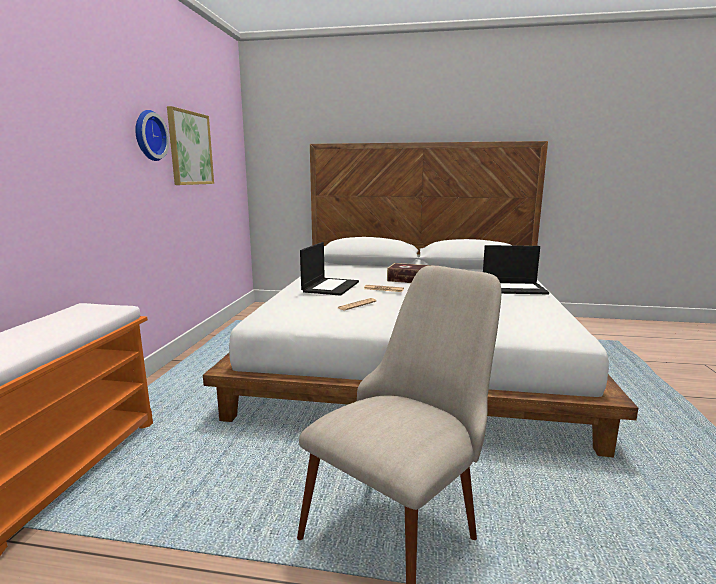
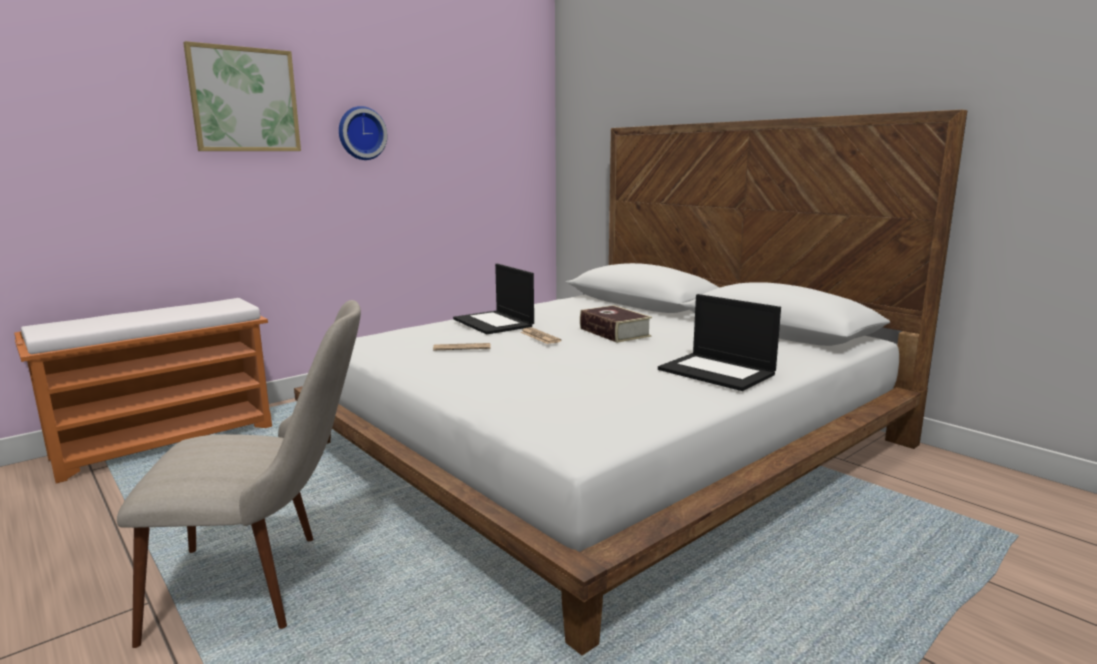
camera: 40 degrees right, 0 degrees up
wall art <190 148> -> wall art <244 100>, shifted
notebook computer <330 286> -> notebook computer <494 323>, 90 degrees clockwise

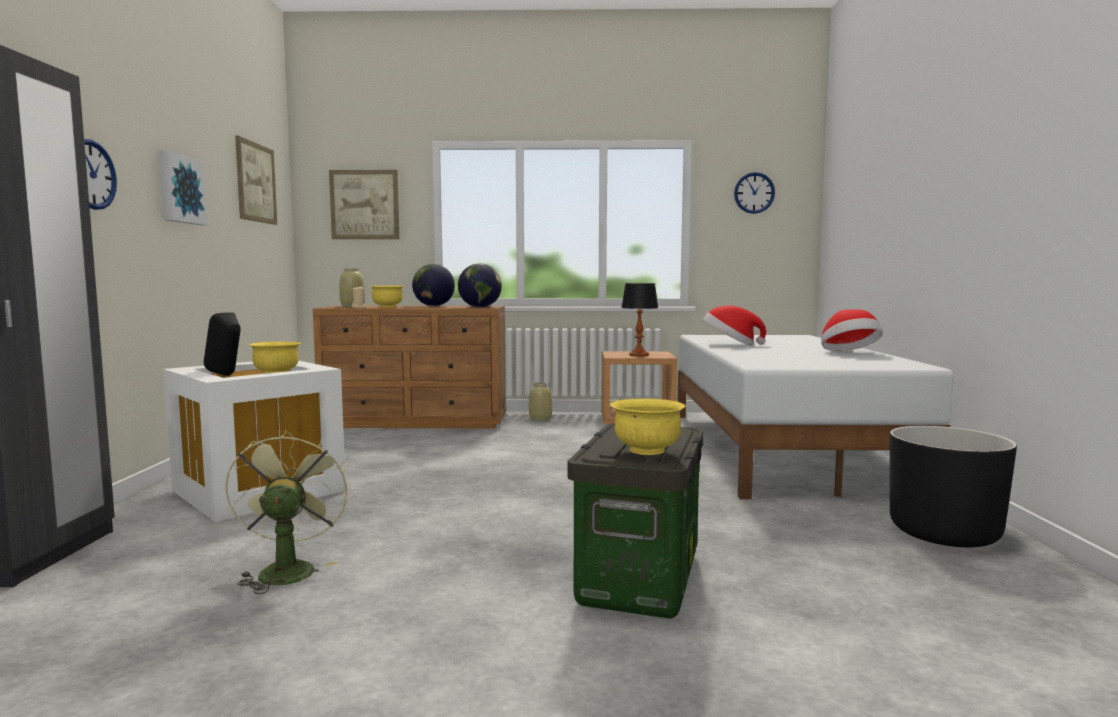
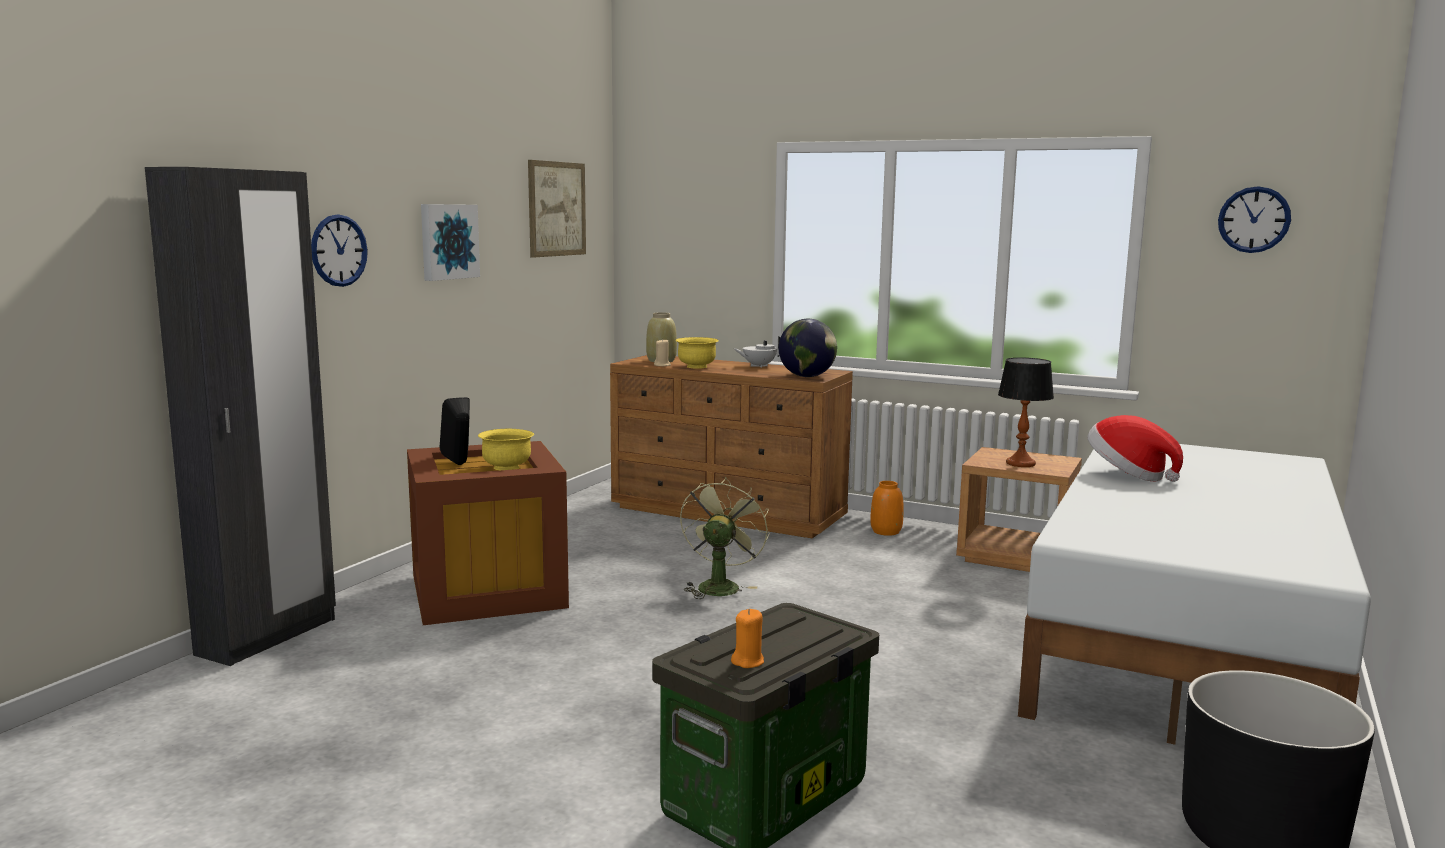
camera: 25 degrees right, 5 degrees up
wall art <364 205> -> none
clothing hat <849 353> -> none
cooling fan in green <287 569> -> cooling fan in green <719 586>, shifted
globe <433 306> -> teapot in white <758 366>
serving bowl in yellow-coloured <647 450> -> wax candle in orangey <748 661>
storage bin in white <261 490> -> storage bin in brownish <490 592>
decorative vase in beige-coloured <540 419> -> decorative vase in orangey <885 531>

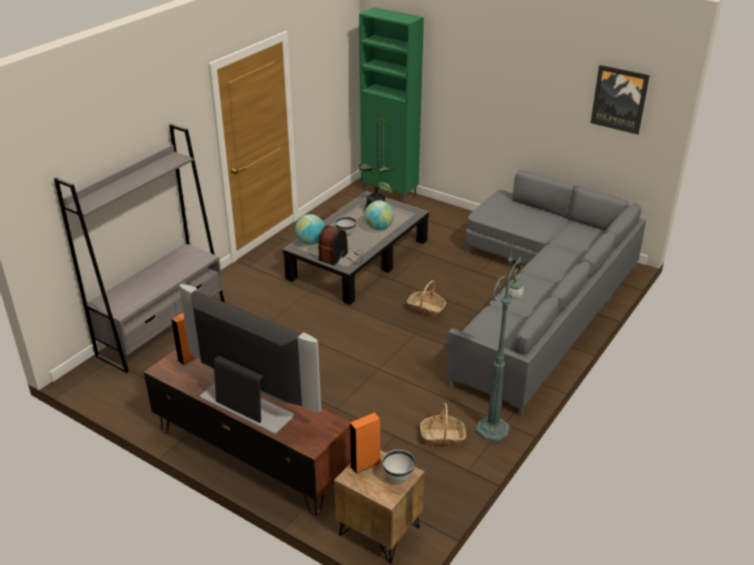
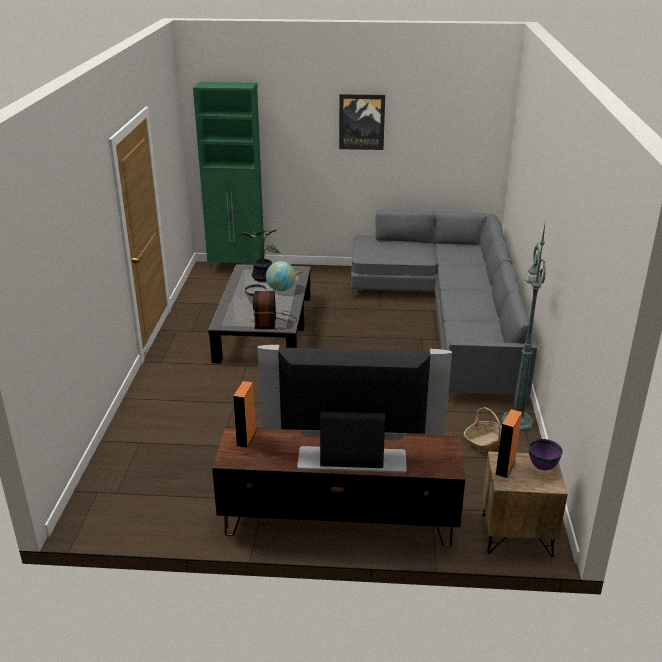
camera: 30 degrees left, 5 degrees down
shelving unit in grey <163 328> -> none
globe <311 242> -> none
basket <426 309> -> none
wall art <619 99> -> wall art <361 122>, shifted
serving bowl in white <398 477> -> serving bowl in purple-coloured <542 466>

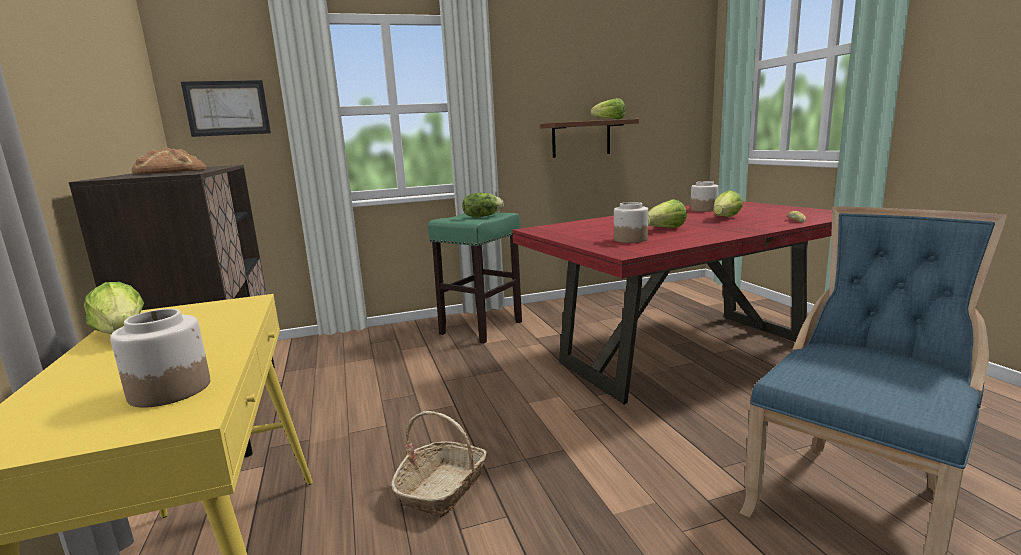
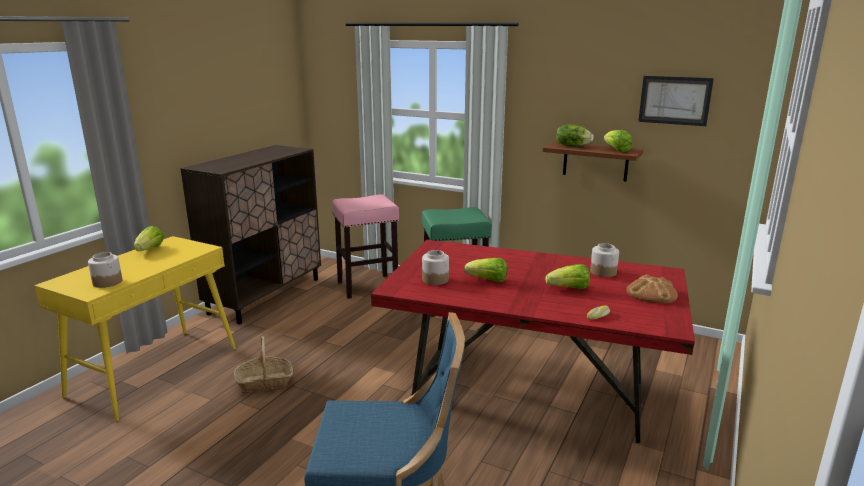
camera: 45 degrees right, 5 degrees up
none -> sitting stool in pink-coloured <368 286>
baked bread <171 172> -> baked bread <651 293>, shifted
wall art <227 108> -> wall art <674 100>, shifted
lettuce <482 216> -> lettuce <572 146>, shifted

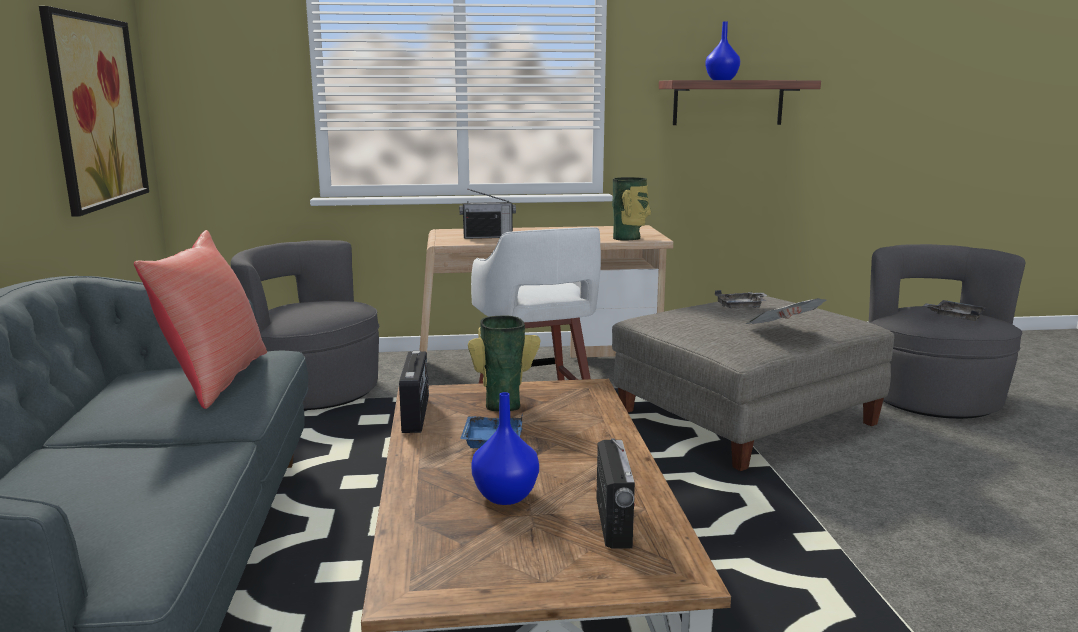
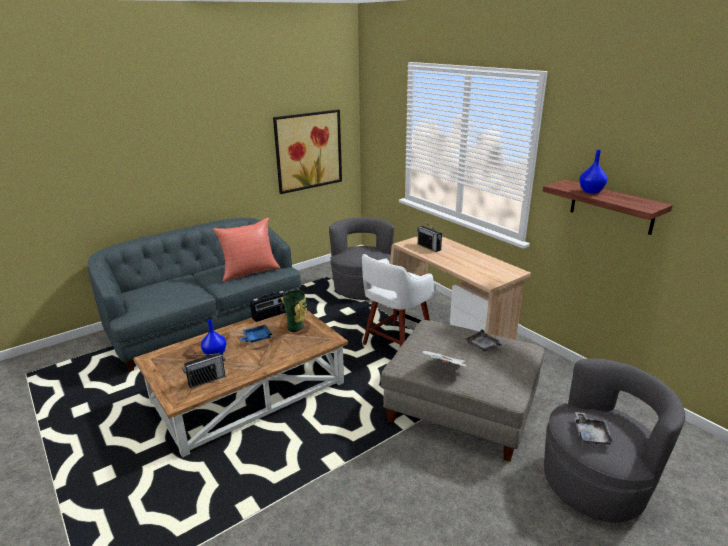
camera: 60 degrees right, 10 degrees up
decorative vase <628 238> -> none

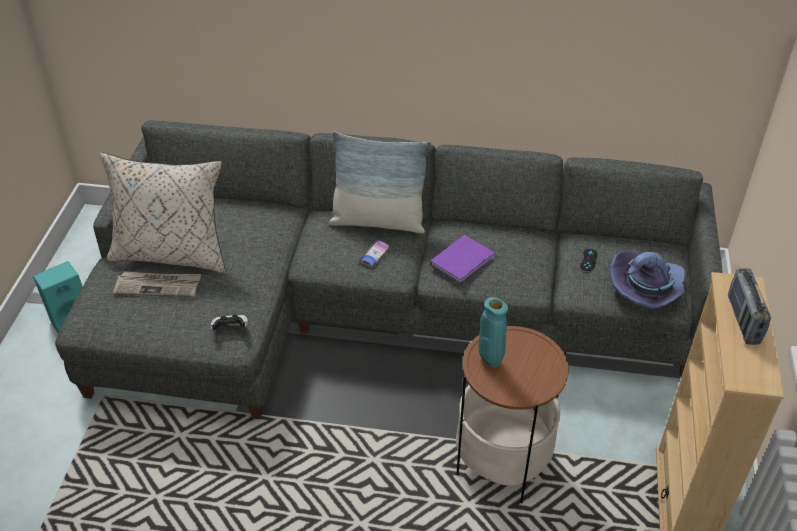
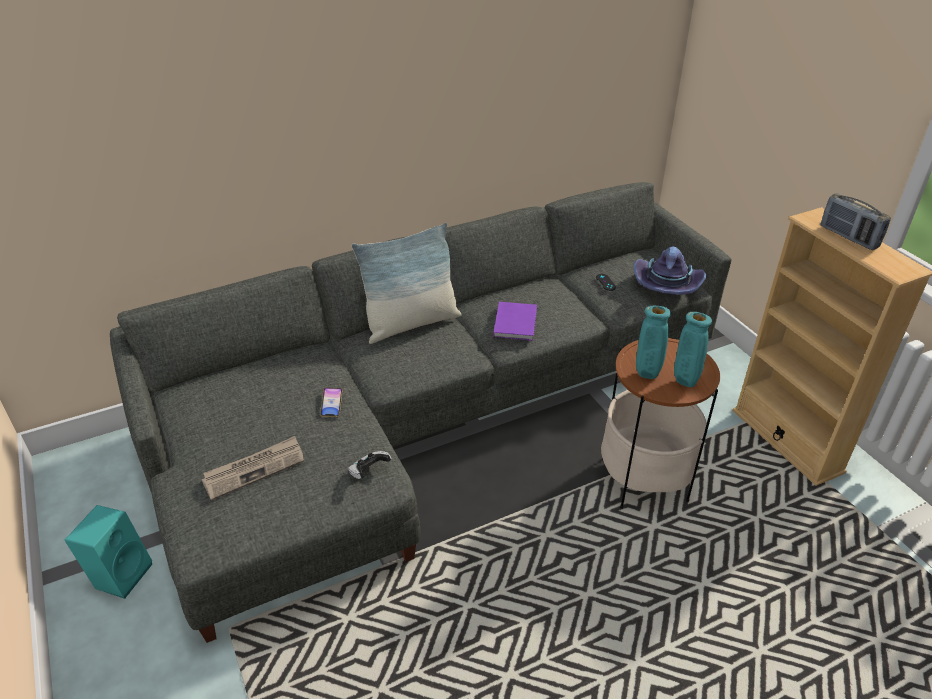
camera: 35 degrees left, 5 degrees down
cushion in beige-coloured <172 253> -> none
none -> decorative vase in turquoise-coloured <684 383>
phone <375 255> -> phone <331 404>, shifted

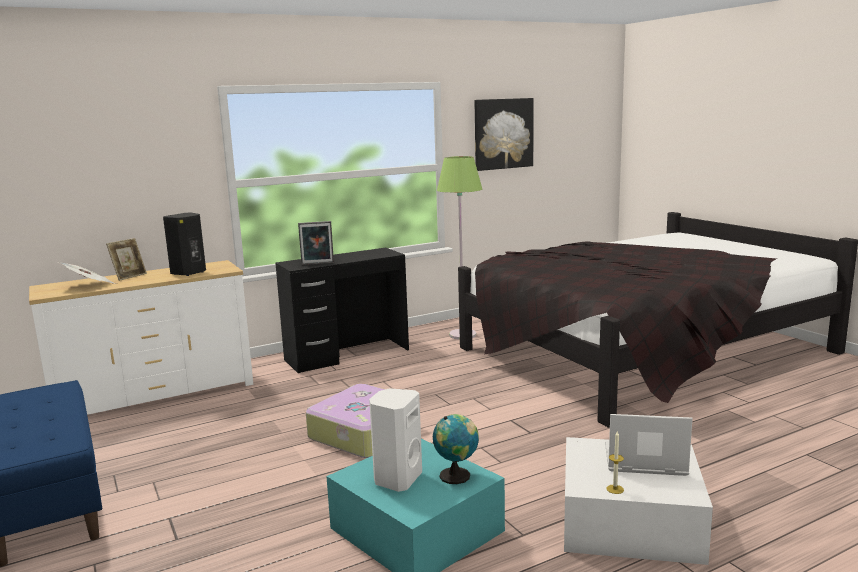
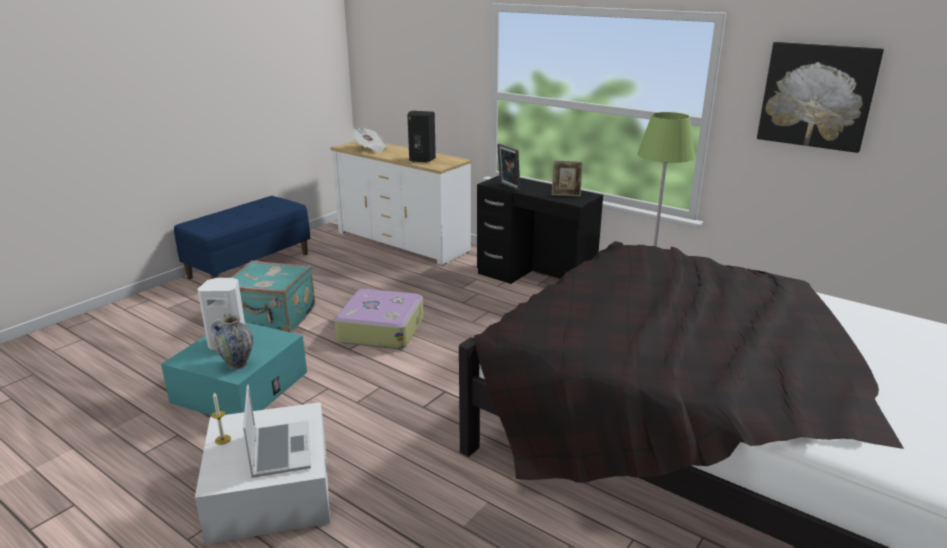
camera: 65 degrees right, 10 degrees up
none -> travel case in turquoise-coloured <273 318>
photo frame <129 276> -> photo frame <566 194>, shifted
globe <457 476> -> decorative vase <237 364>

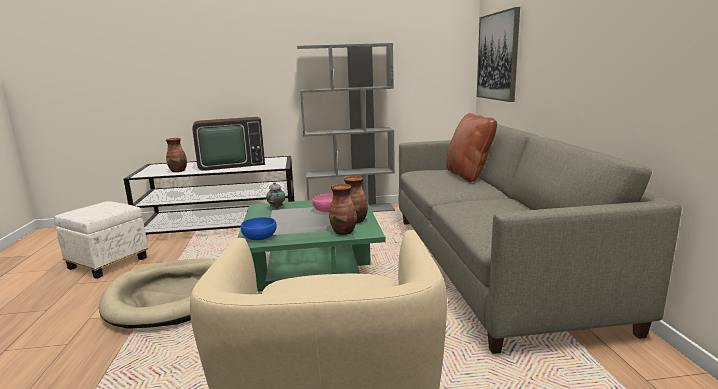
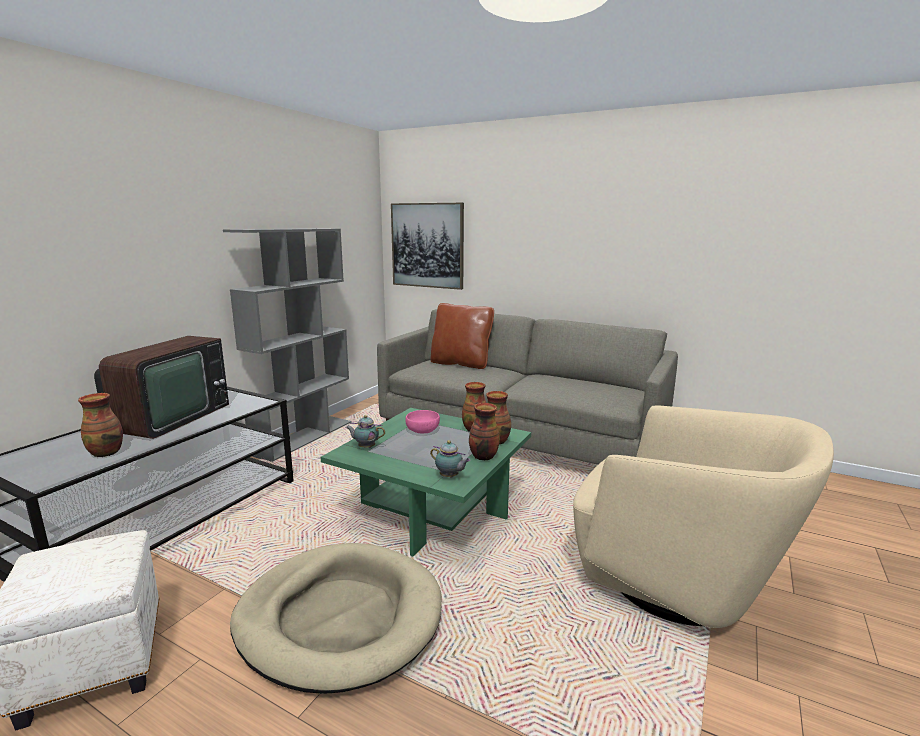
camera: 55 degrees left, 0 degrees up
none -> decorative vase <483 456>
serving bowl in blue <259 237> -> teapot <450 477>

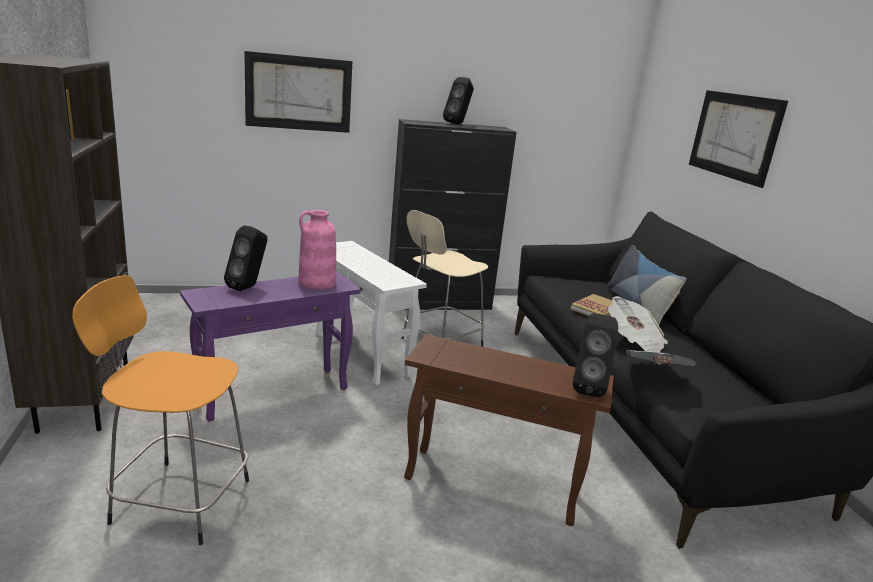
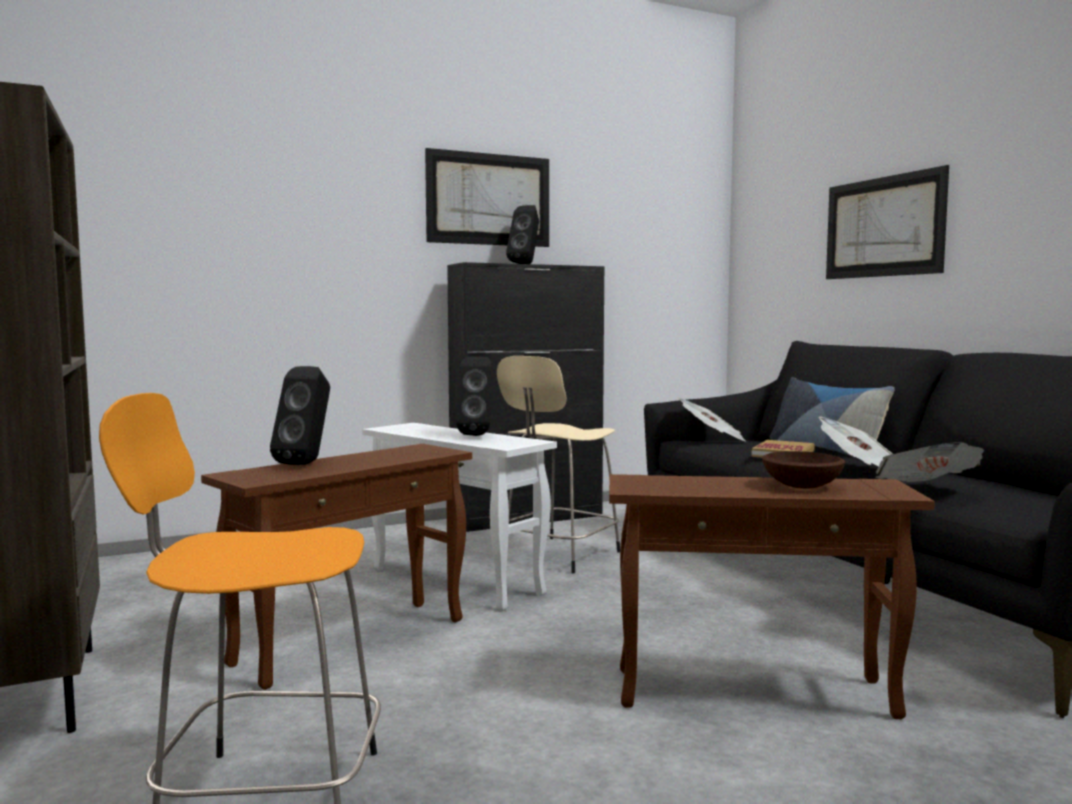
camera: 10 degrees left, 15 degrees down
decorative vase in pink-coloured <316 283> -> none
none -> daily paper <712 438>
none -> serving bowl in brownish <803 486>
wall art <298 93> -> wall art <489 199>, shifted
speaker in black-coloured <588 387> -> speaker in black-coloured <476 435>, shifted
end table in purple-coloured <273 393> -> end table in brownish <351 641>

